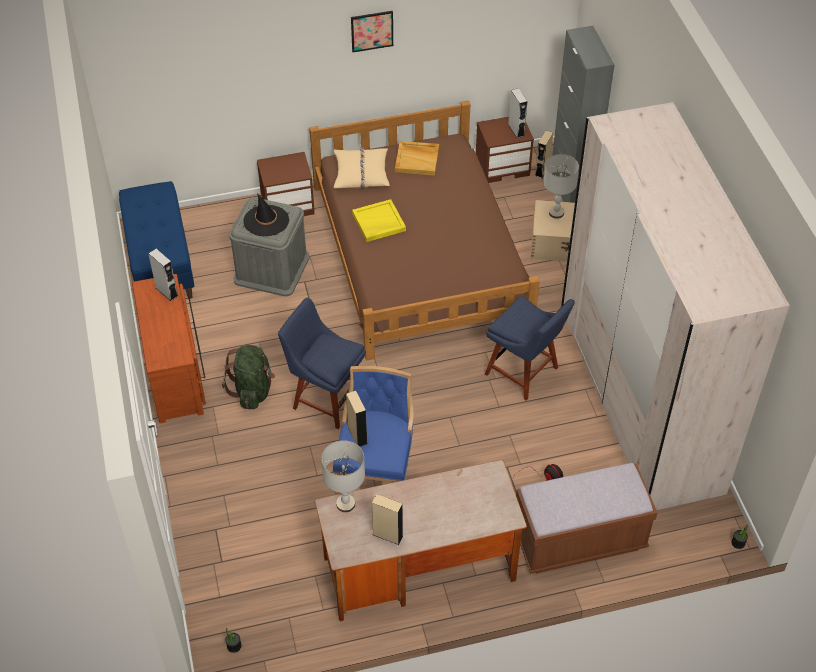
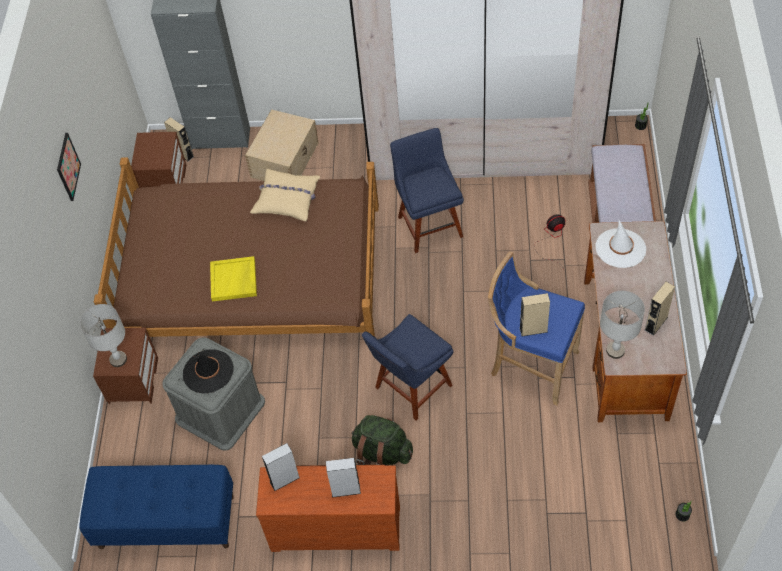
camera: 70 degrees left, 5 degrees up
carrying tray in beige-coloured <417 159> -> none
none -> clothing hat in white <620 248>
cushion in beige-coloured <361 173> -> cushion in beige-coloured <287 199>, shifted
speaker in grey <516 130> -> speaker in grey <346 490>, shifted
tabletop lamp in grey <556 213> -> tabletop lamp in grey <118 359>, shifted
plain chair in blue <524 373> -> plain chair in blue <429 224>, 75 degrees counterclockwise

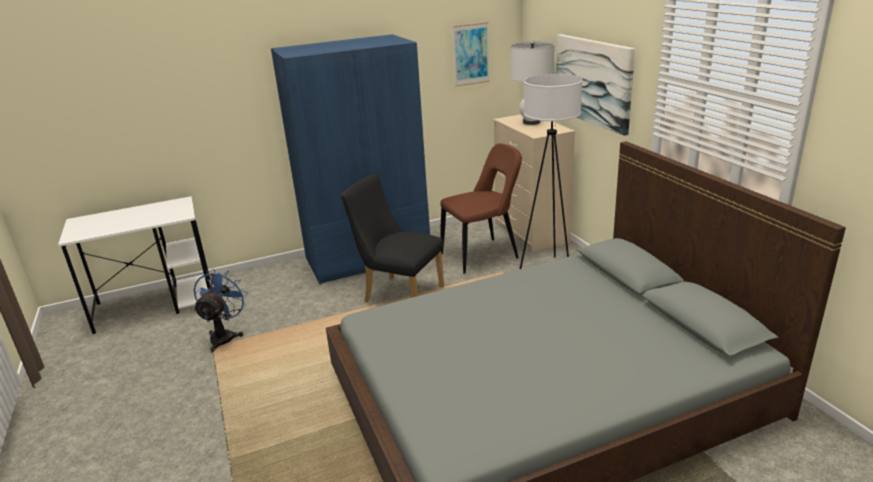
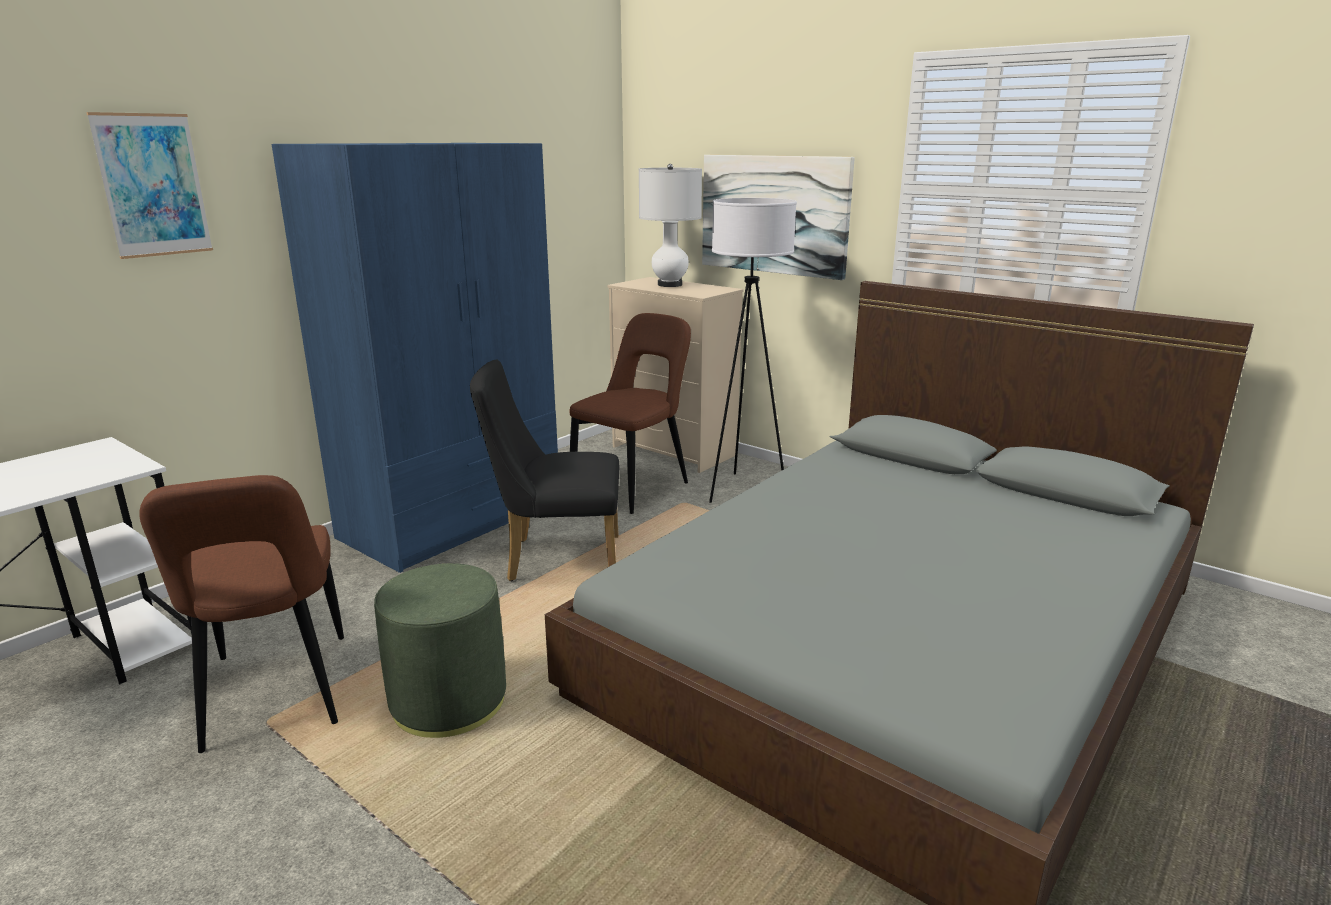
camera: 30 degrees left, 5 degrees down
none -> pouffe in green <448 702>
wall art <471 54> -> wall art <153 185>, shifted
cooling fan in blue <225 336> -> plain chair in brownish <276 696>

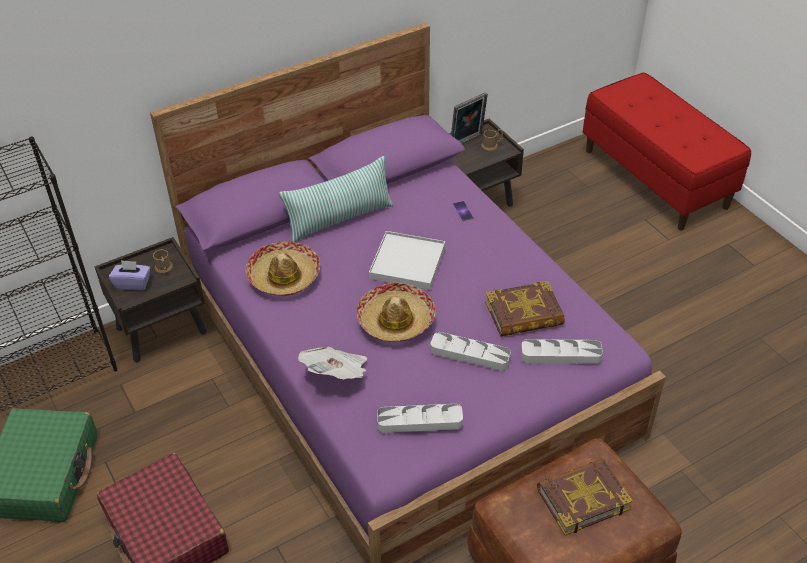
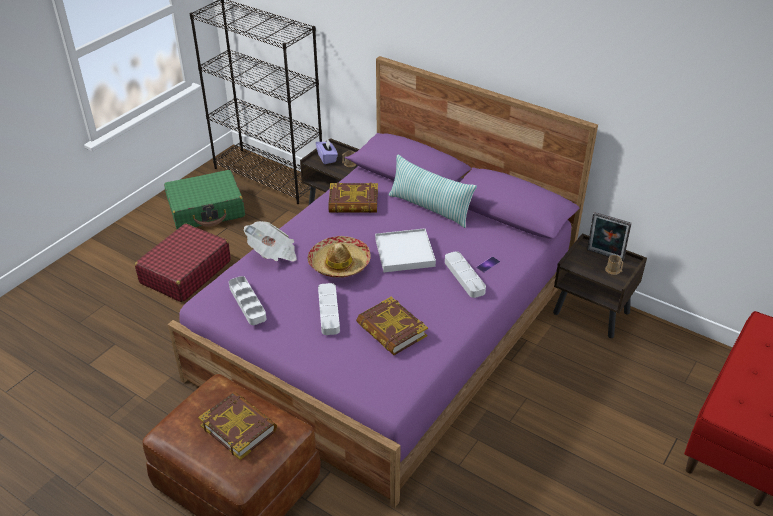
camera: 65 degrees right, 5 degrees down
carrying tray in grey <560 354> -> carrying tray in grey <464 277>, shifted
clothing hat <284 276> -> volume <353 202>

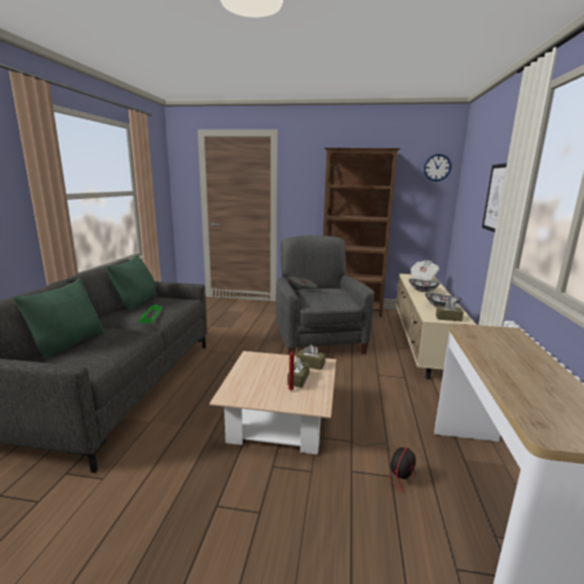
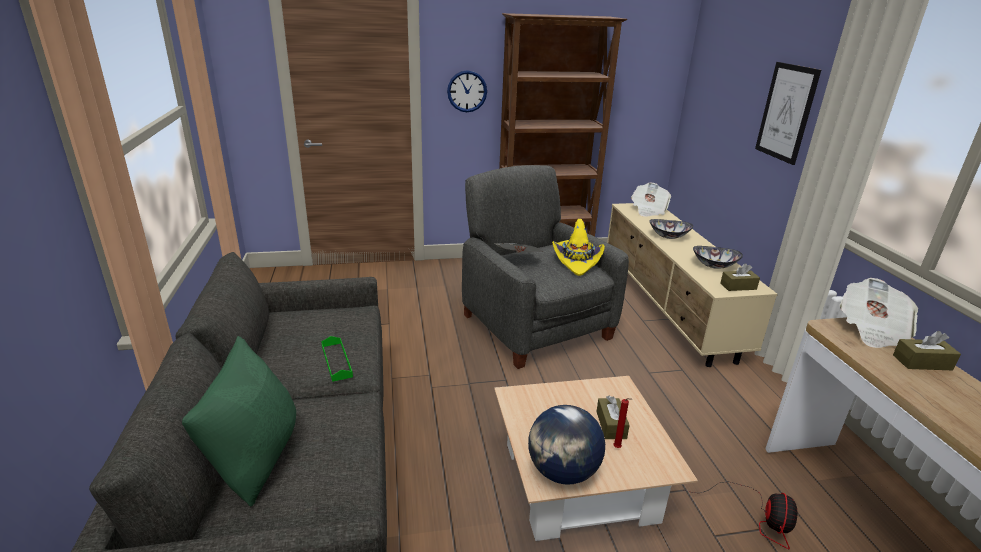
camera: 20 degrees left, 10 degrees up
cushion in green <137 303> -> none
none -> globe <562 472>
none -> clothing hat in yellow-coloured <577 261>
none -> daily paper <872 330>
tissue box in brownish <310 364> -> tissue box in brownish <922 362>, shifted
wall clock <437 167> -> wall clock <467 91>, shifted

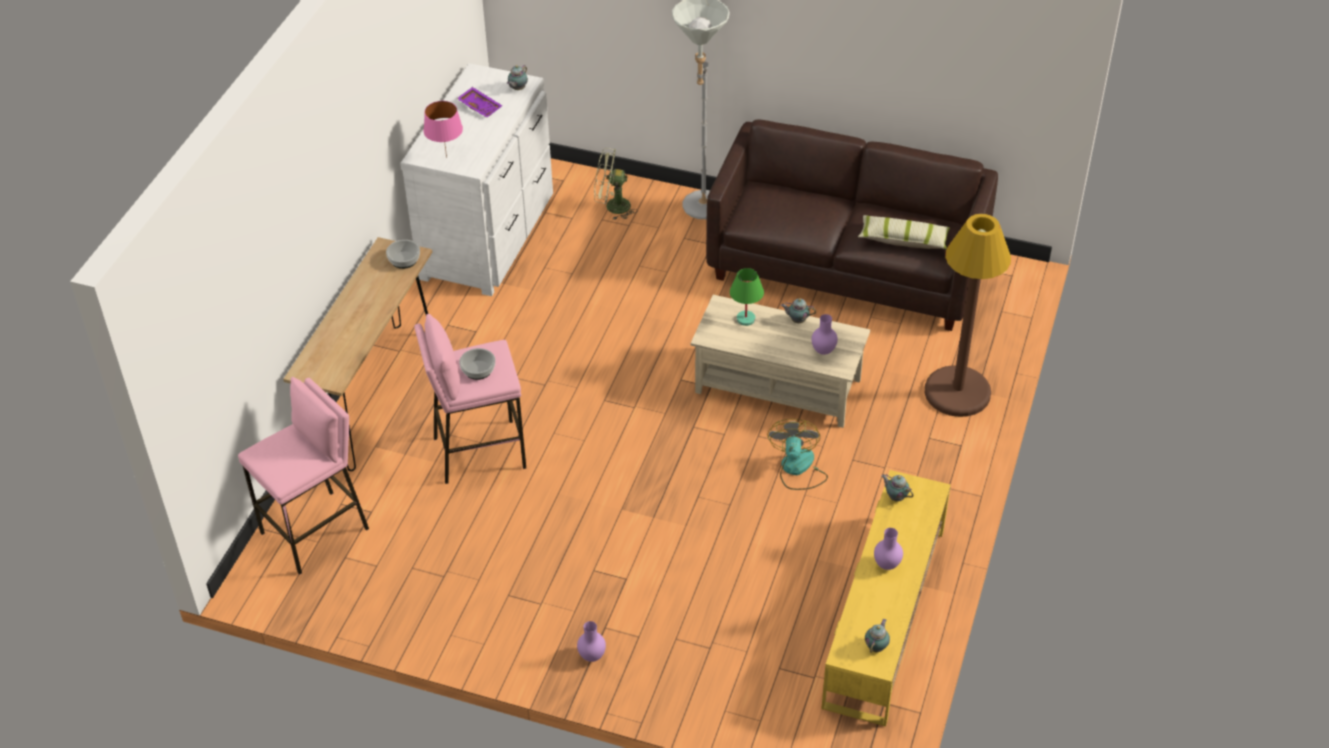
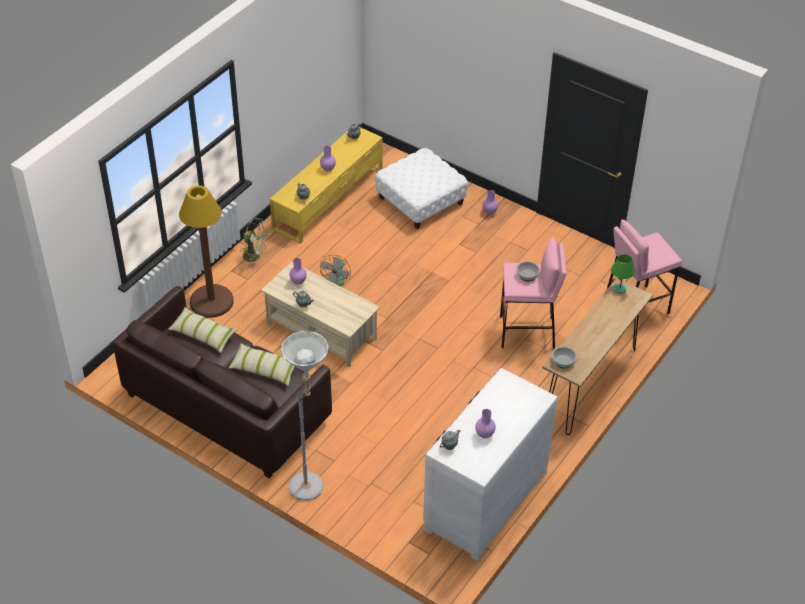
camera: 165 degrees left, 0 degrees up
tabletop lamp in pink-coloured <446 157> -> none
none -> cushion <264 369>
none -> pouffe in white <421 200>
cooling fan in green <612 207> -> cooling fan in green <255 256>, shifted
tabletop lamp in green <746 319> -> tabletop lamp in green <619 289>, shifted
carrying tray in purple-coloured <480 106> -> decorative vase in purple-coloured <484 435>

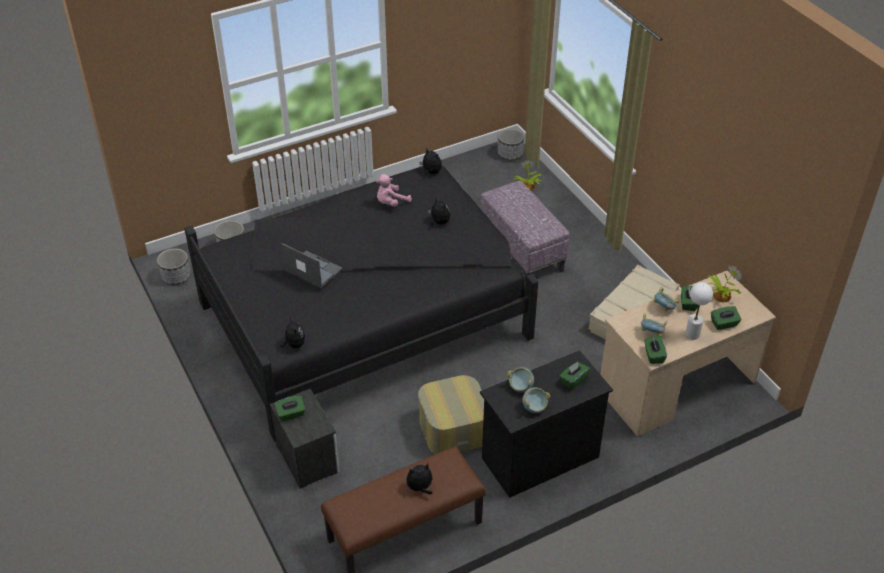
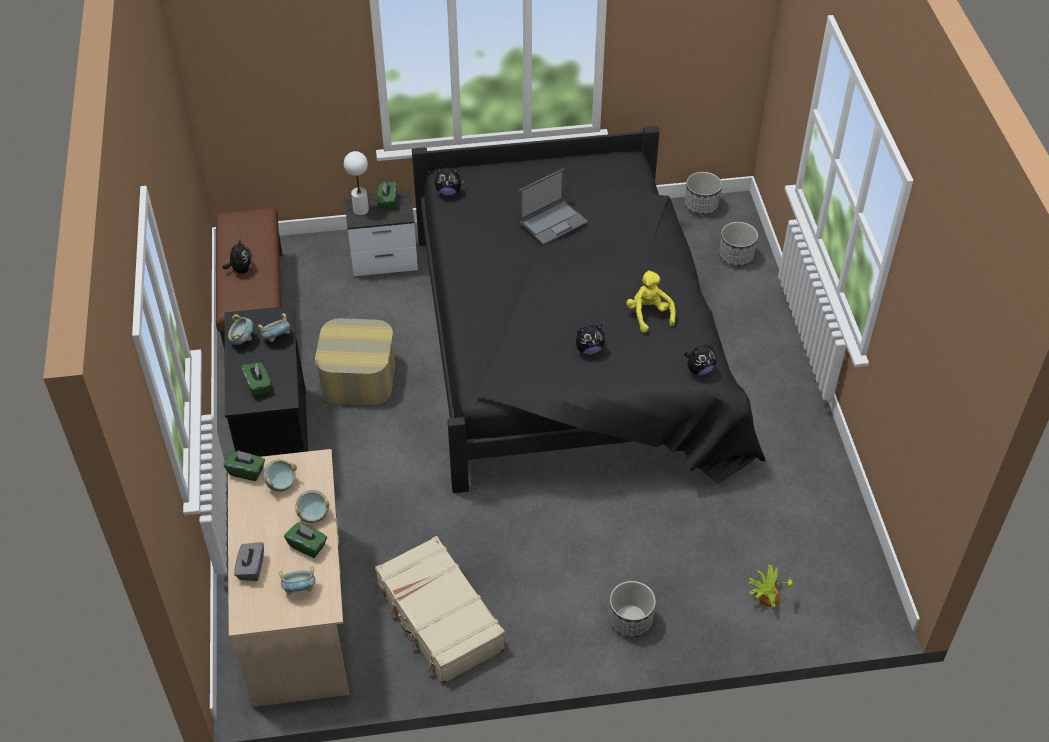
camera: 110 degrees right, 5 degrees up
pouffe <521 251> -> none
planter <510 154> -> planter <630 621>, shifted
tabletop lamp in white <692 334> -> tabletop lamp in white <361 210>, shifted
houseplant <720 296> -> serving bowl <300 589>
plush toy in pink-coloured <391 202> -> plush toy in yellow-coloured <649 314>
tissue box in green <724 324> -> tissue box in grey <251 568>

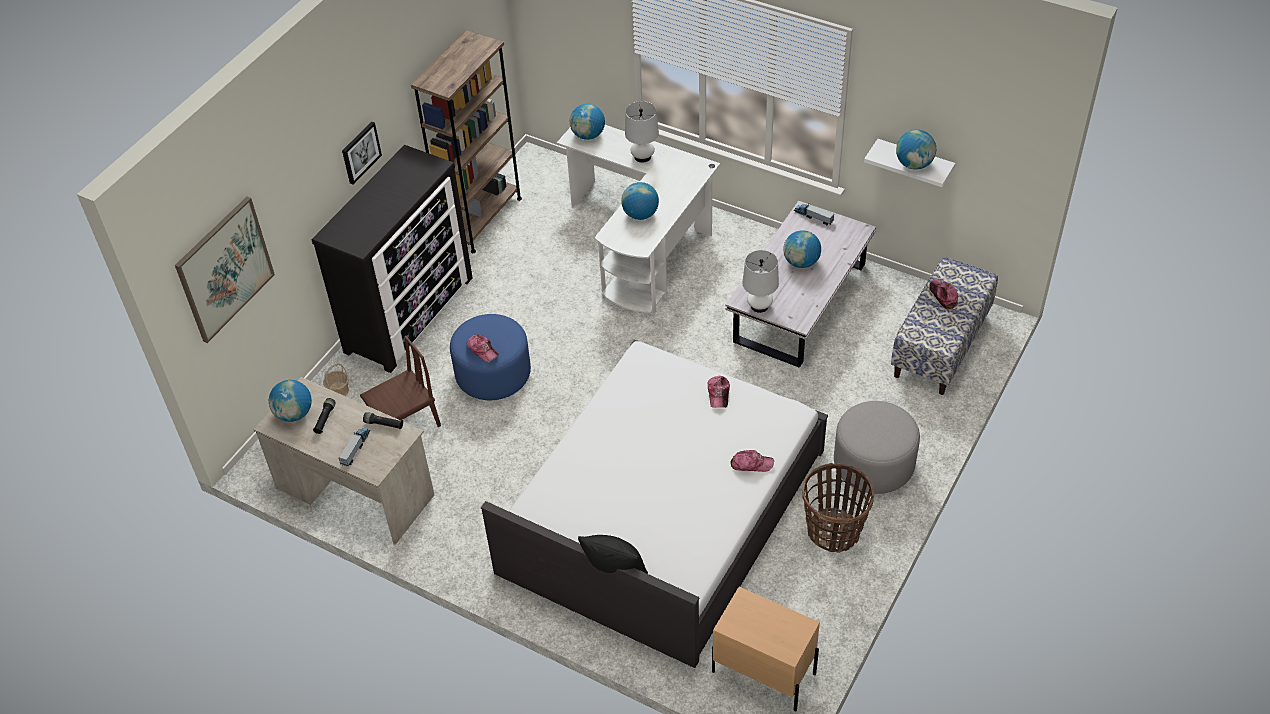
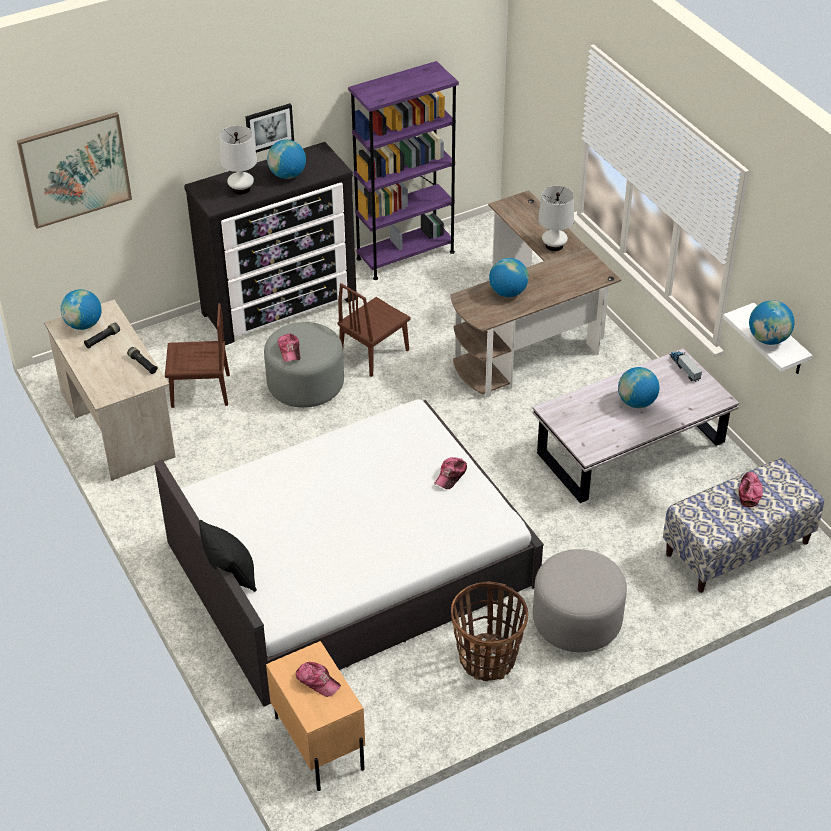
camera: 30 degrees right, 5 degrees down
basket <338 391> -> none
model truck <356 448> -> none
none -> plain chair in brownish <374 353>
globe <588 135> -> globe <287 175>, shifted
baseball cap <751 464> -> baseball cap <317 681>, shifted
tabletop lamp in white <759 306> -> tabletop lamp in white <241 189>, shifted
shelving unit in brownish <481 219> -> shelving unit in purple-coloured <405 255>
pouffe in blue <493 374> -> pouffe in grey <305 384>
desk unit in white <644 242> -> desk unit in brownish <531 334>

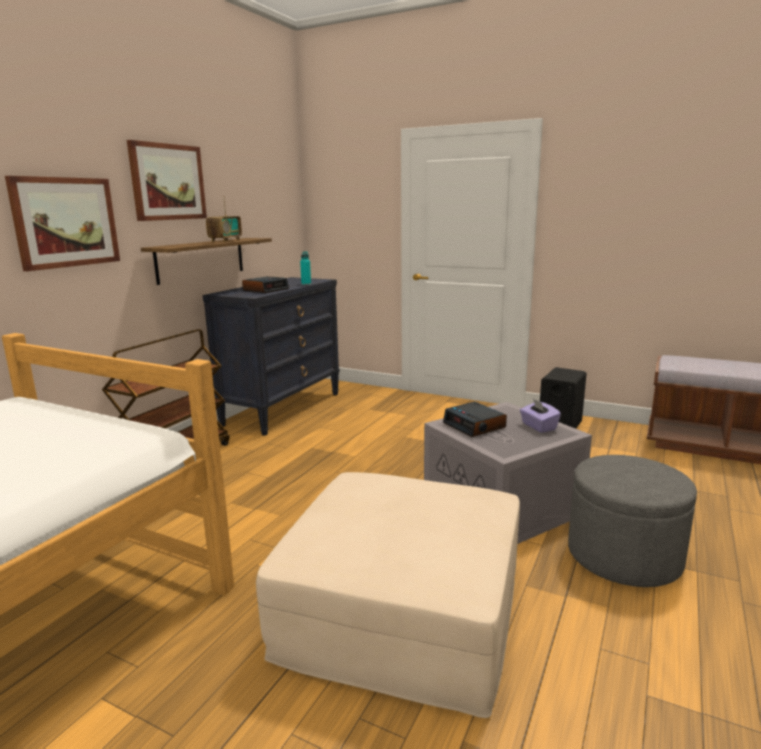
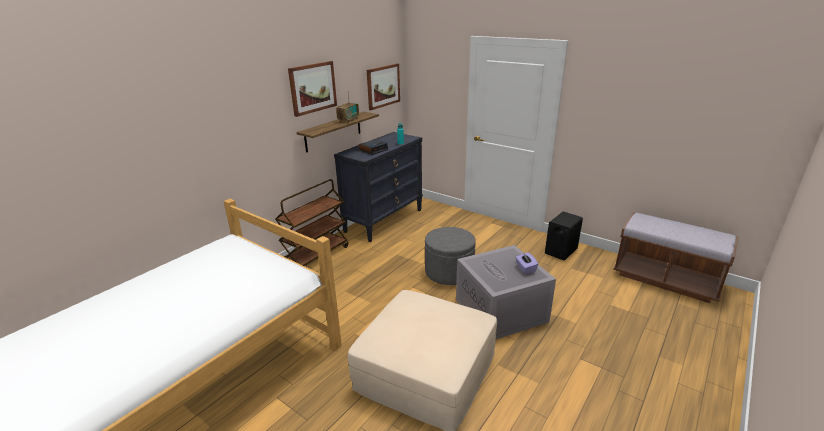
camera: 10 degrees right, 10 degrees up
table clock <475 425> -> none
wall art <66 222> -> wall art <383 86>, shifted
pouffe in grey <623 556> -> pouffe in grey <449 272>, shifted

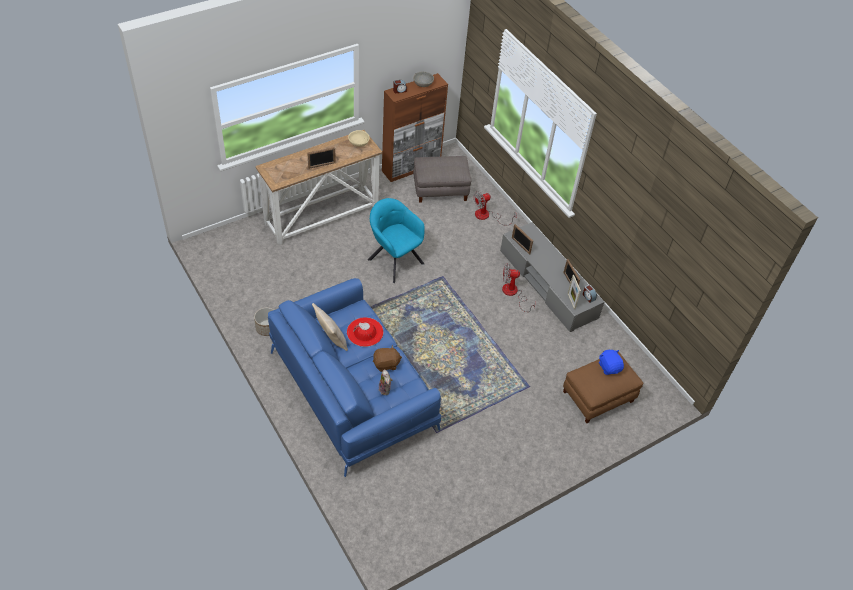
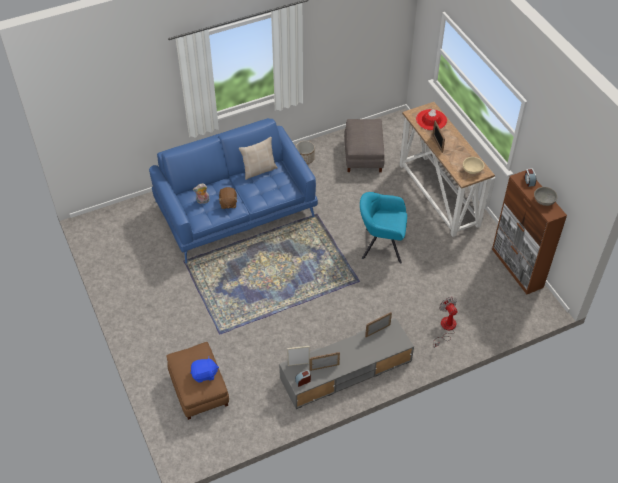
camera: 100 degrees right, 0 degrees up
cooling fan <513 294> -> none
clothing hat in red <365 332> -> clothing hat in red <431 120>, shifted
pouffe in grey <441 189> -> pouffe in grey <364 156>, shifted
lounge chair in turquoise-coloured <394 260> -> lounge chair in turquoise-coloured <381 245>, 135 degrees counterclockwise

